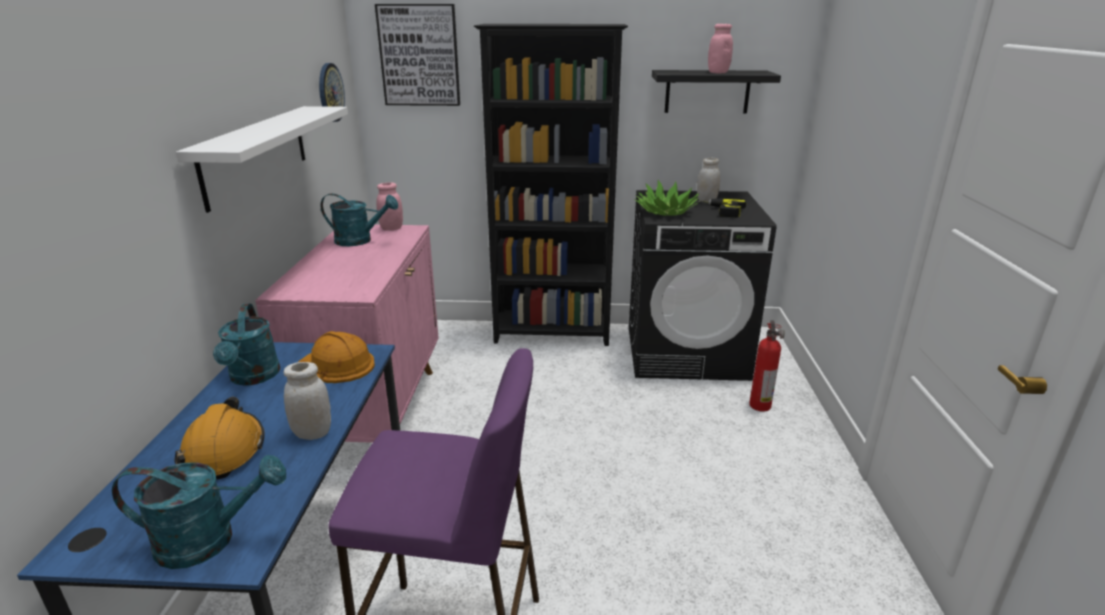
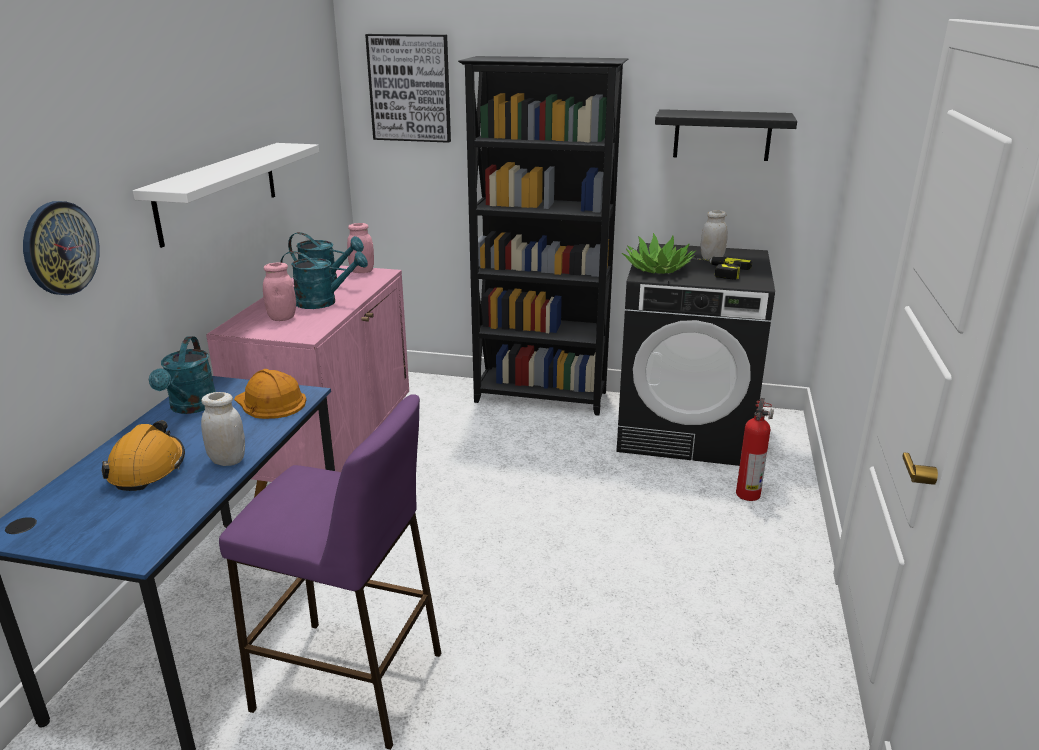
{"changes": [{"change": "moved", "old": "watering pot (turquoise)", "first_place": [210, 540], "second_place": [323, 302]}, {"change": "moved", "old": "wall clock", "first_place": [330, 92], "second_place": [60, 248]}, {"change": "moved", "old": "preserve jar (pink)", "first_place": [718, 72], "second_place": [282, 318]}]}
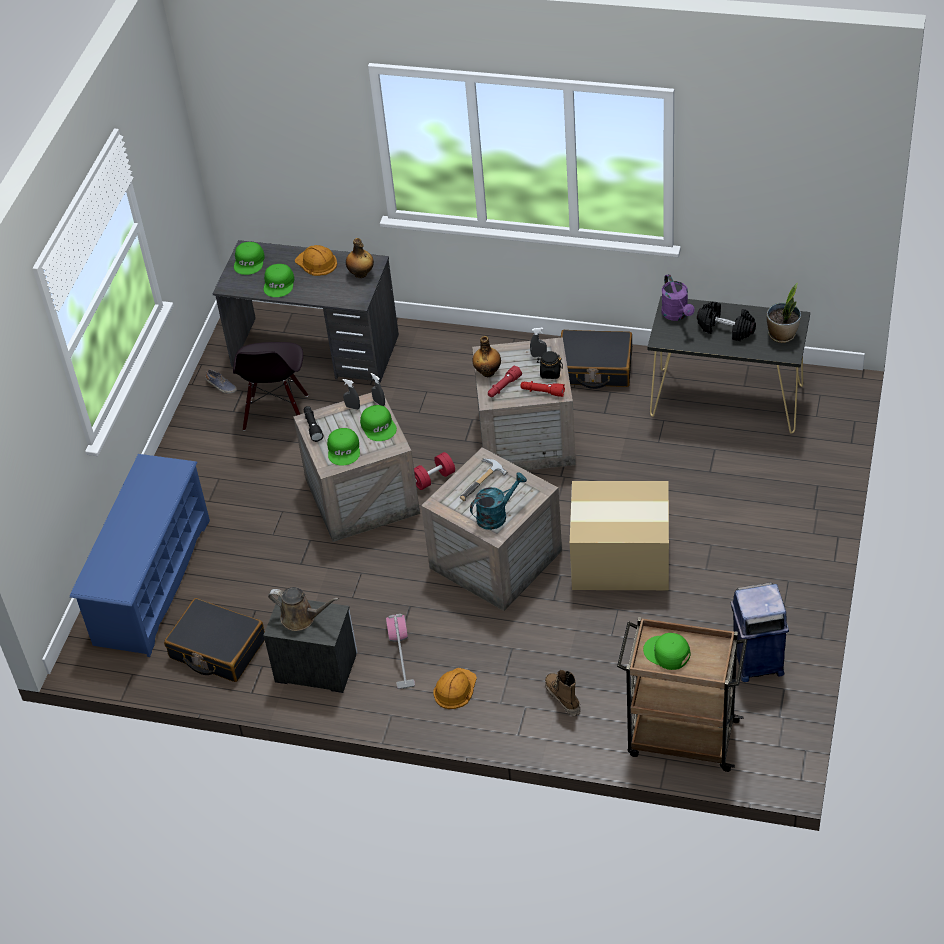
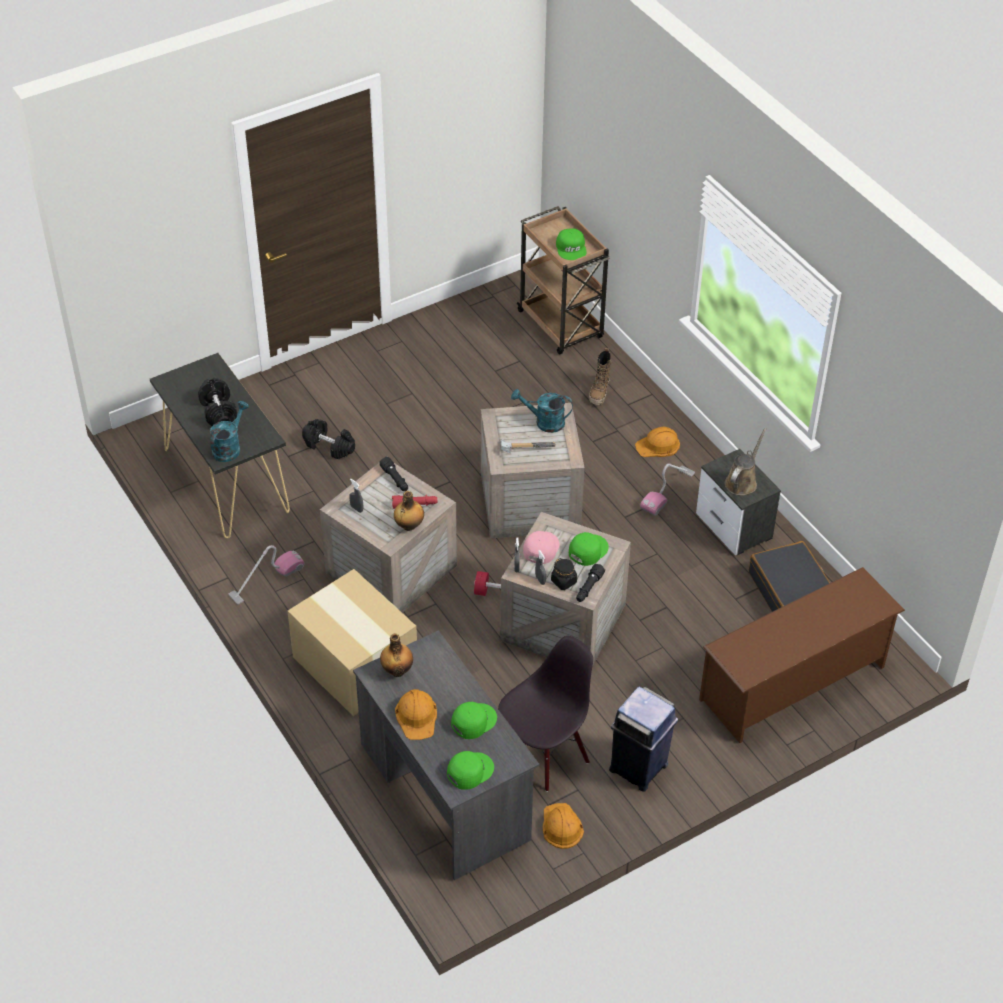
{"changes": [{"change": "recoloured", "old": "shoe shelf (bluish)", "new": "shoe shelf (brownish)", "first_place": [152, 582], "second_place": [793, 683]}, {"change": "replaced", "old": "low shoe", "new": "hard hat (orange-coloured)", "first_place": [221, 386], "second_place": [561, 826]}, {"change": "turned", "old": "watering pot (brownish)", "first_place": [301, 618], "second_place": [742, 481], "degrees": 60}, {"change": "recoloured", "old": "peaked cap (green)", "new": "peaked cap (pink)", "first_place": [379, 426], "second_place": [540, 548]}, {"change": "recoloured", "old": "torch (red-coloured)", "new": "torch (black-coloured)", "first_place": [542, 392], "second_place": [395, 479]}, {"change": "moved", "old": "preserve jar (black-coloured)", "first_place": [550, 373], "second_place": [564, 581]}, {"change": "replaced", "old": "suitcase (black-coloured)", "new": "vacuum cleaner", "first_place": [595, 368], "second_place": [266, 580]}, {"change": "moved", "old": "carton", "first_place": [622, 559], "second_place": [355, 663]}, {"change": "recoloured", "old": "watering pot (purple)", "new": "watering pot (turquoise)", "first_place": [677, 315], "second_place": [229, 447]}, {"change": "moved", "old": "waste bin (bluish)", "first_place": [757, 662], "second_place": [639, 768]}, {"change": "removed", "old": "houseplant", "first_place": [782, 335]}, {"change": "added", "new": "dumbbell (black-coloured)", "second_place": [329, 446]}]}
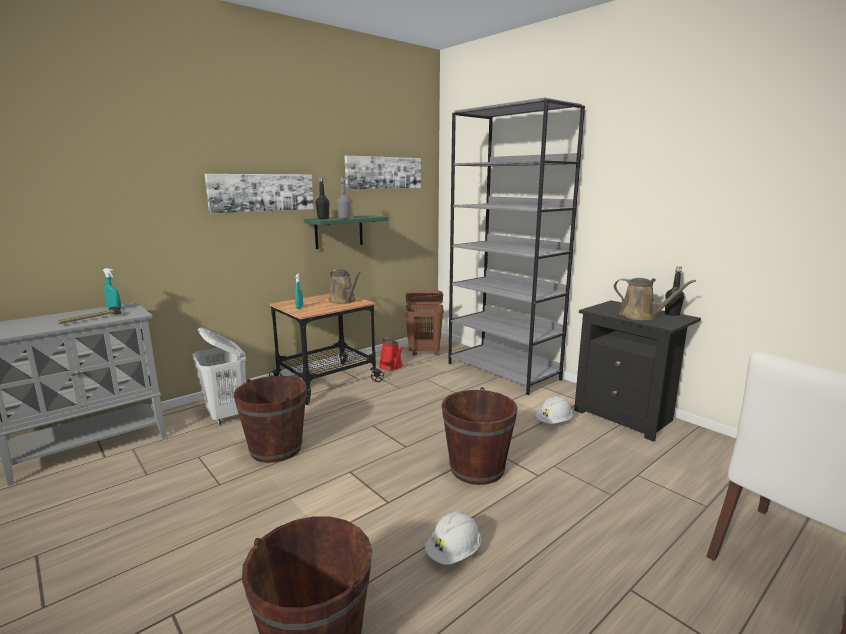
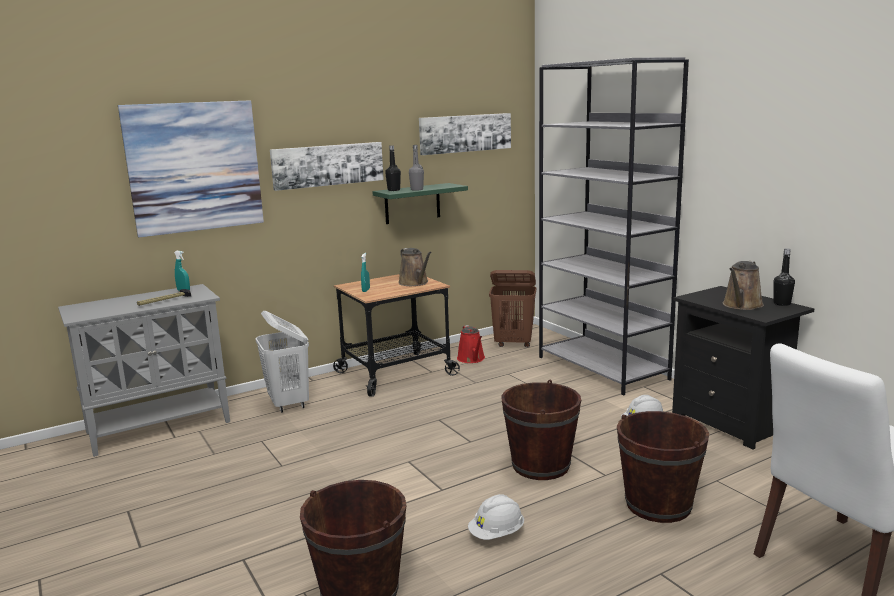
{"changes": [{"change": "moved", "old": "bucket (brownish)", "first_place": [276, 449], "second_place": [658, 505]}, {"change": "turned", "old": "watering pot (brownish)", "first_place": [641, 316], "second_place": [741, 305], "degrees": 75}, {"change": "added", "new": "wall picture", "second_place": [194, 167]}]}
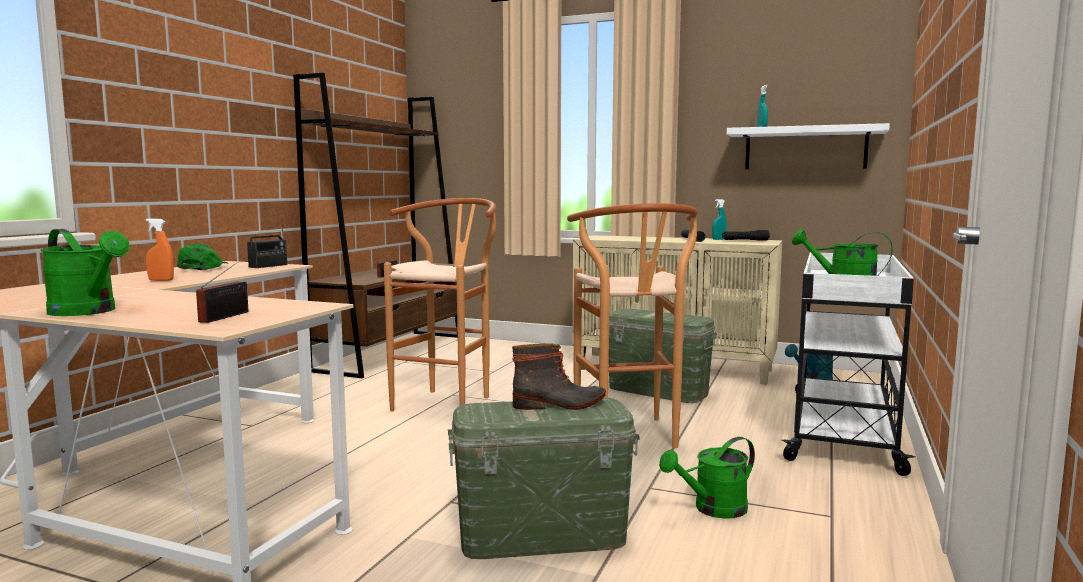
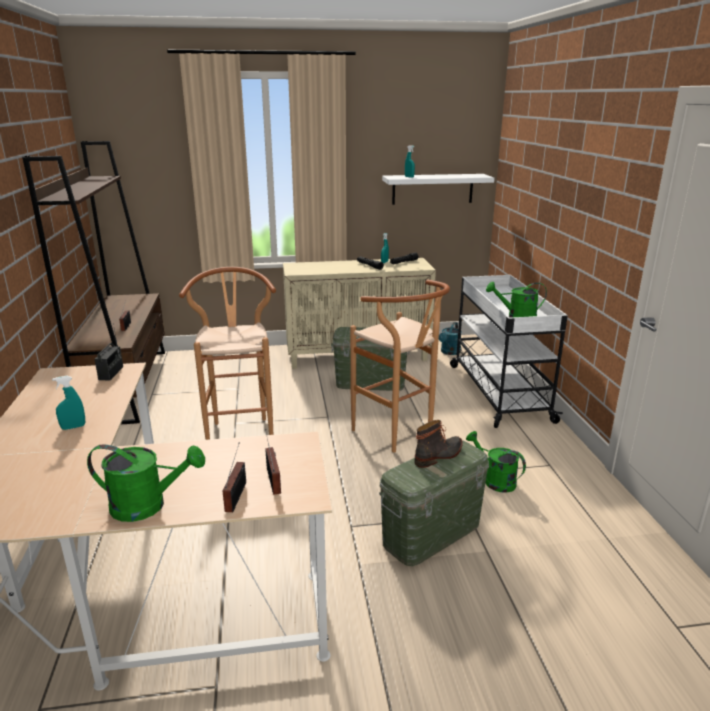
{"changes": [{"change": "recoloured", "old": "hand sprayer (orange-coloured)", "new": "hand sprayer (turquoise)", "first_place": [161, 280], "second_place": [73, 427]}, {"change": "removed", "old": "peaked cap (green)", "first_place": [203, 268]}, {"change": "turned", "old": "watering pot (green)", "first_place": [713, 509], "second_place": [494, 480], "degrees": 105}, {"change": "added", "new": "radio set", "second_place": [237, 495]}]}
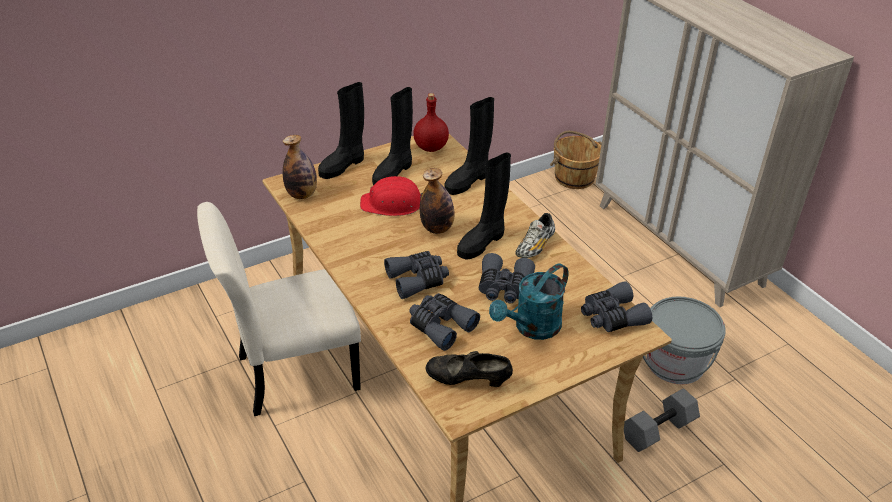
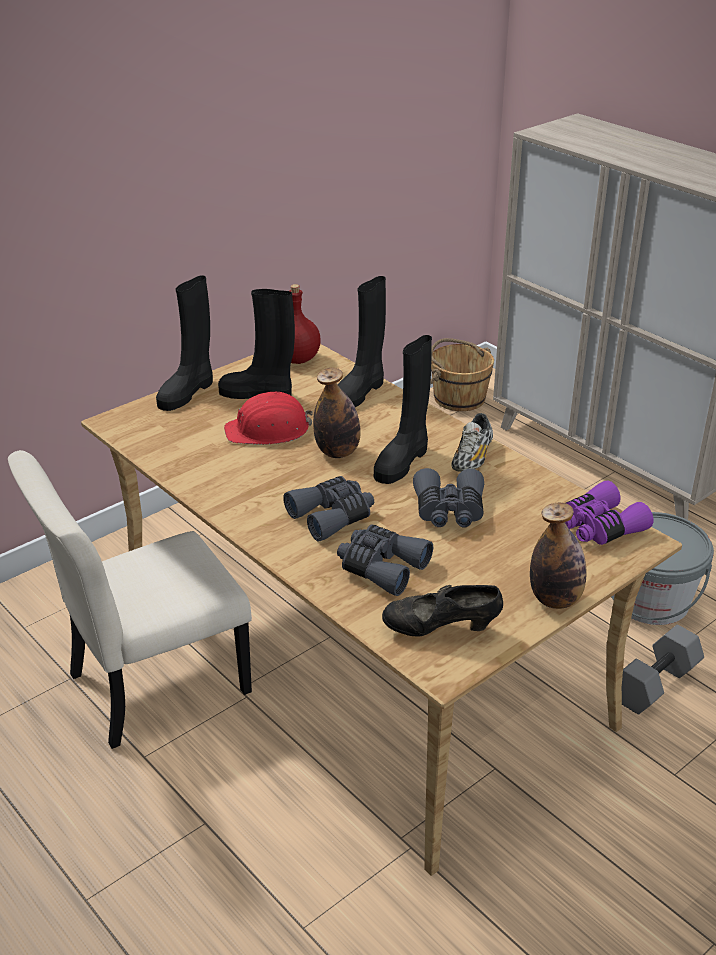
{"changes": [{"change": "moved", "old": "bottle", "first_place": [302, 194], "second_place": [555, 599]}, {"change": "turned", "old": "boot (black-coloured)", "first_place": [393, 172], "second_place": [258, 393], "degrees": 75}, {"change": "removed", "old": "watering pot (turquoise)", "first_place": [531, 328]}, {"change": "recoloured", "old": "pair of binoculars (greyish)", "new": "pair of binoculars (purple)", "first_place": [612, 316], "second_place": [598, 527]}]}
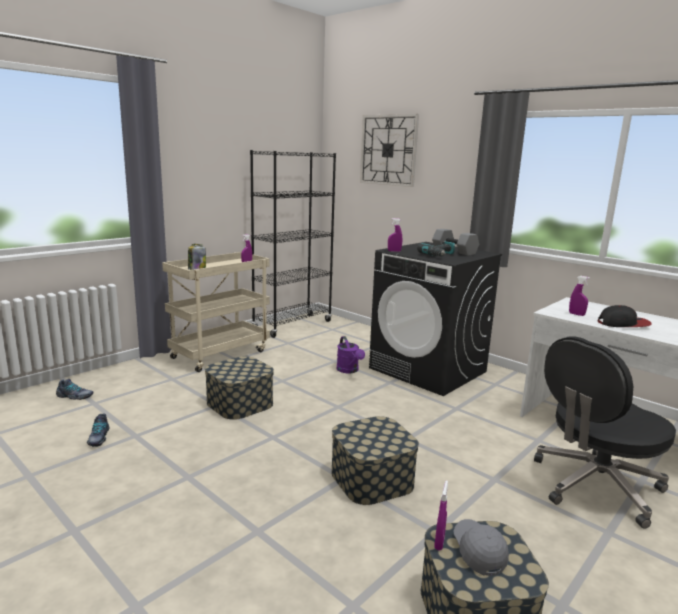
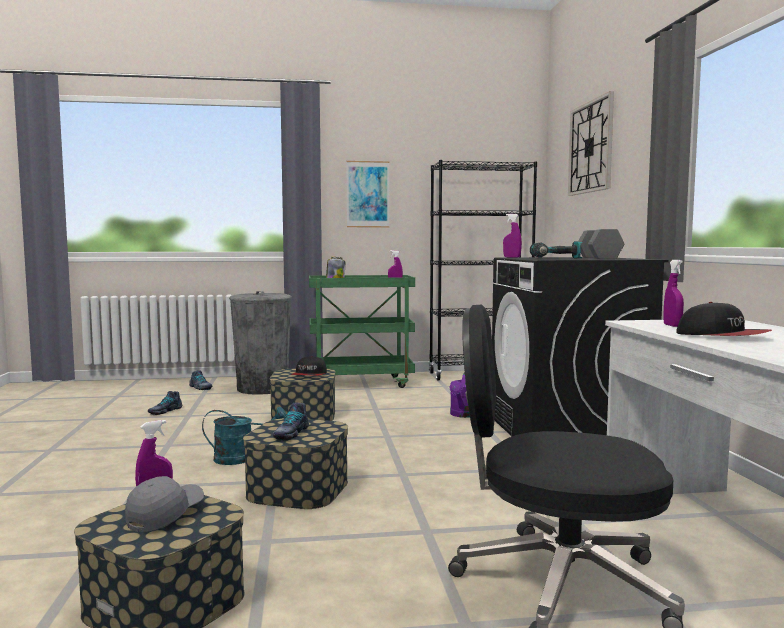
{"changes": [{"change": "recoloured", "old": "trolley (beige-coloured)", "new": "trolley (green)", "first_place": [220, 354], "second_place": [361, 383]}, {"change": "added", "new": "watering pot (turquoise)", "second_place": [241, 458]}, {"change": "added", "new": "waste bin (greyish)", "second_place": [263, 388]}, {"change": "added", "new": "low shoe", "second_place": [290, 433]}, {"change": "added", "new": "peaked cap", "second_place": [310, 375]}, {"change": "added", "new": "wall picture", "second_place": [368, 194]}]}
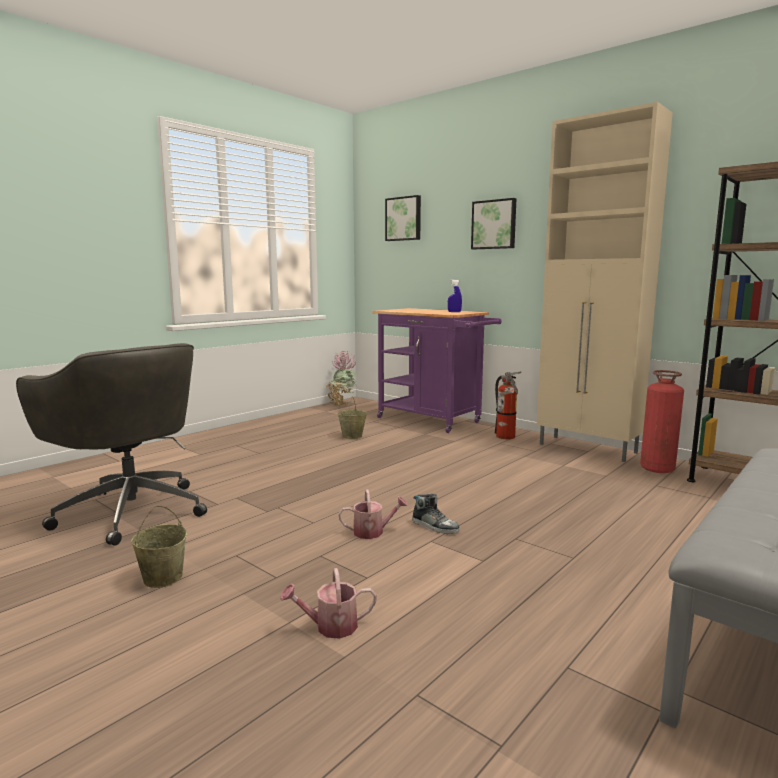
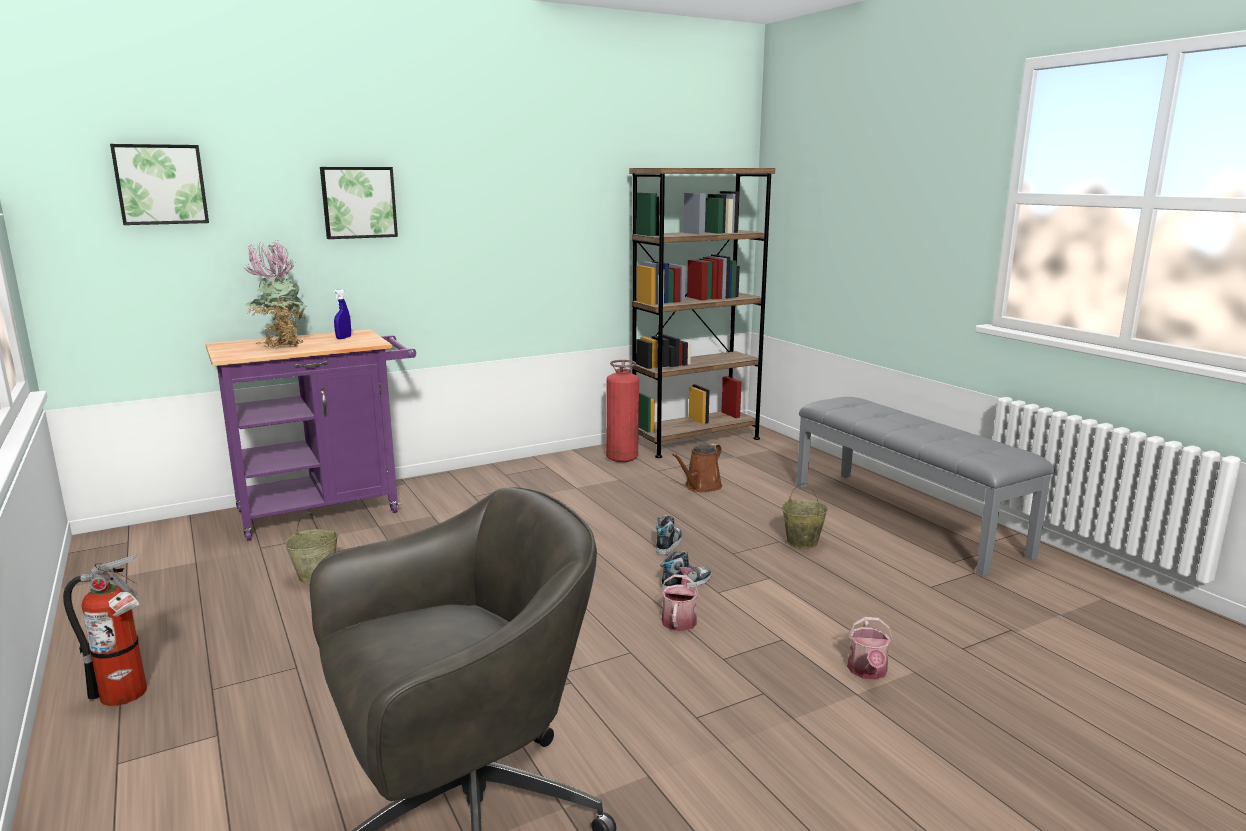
{"changes": [{"change": "moved", "old": "bucket (beige-coloured)", "first_place": [162, 577], "second_place": [801, 542]}, {"change": "moved", "old": "houseplant", "first_place": [341, 404], "second_place": [281, 345]}, {"change": "moved", "old": "fire-fighting cylinder", "first_place": [506, 437], "second_place": [128, 695]}, {"change": "removed", "old": "storage cabinet (beige-coloured)", "first_place": [588, 449]}, {"change": "added", "new": "low shoe", "second_place": [668, 544]}, {"change": "added", "new": "watering pot (brownish)", "second_place": [701, 487]}]}
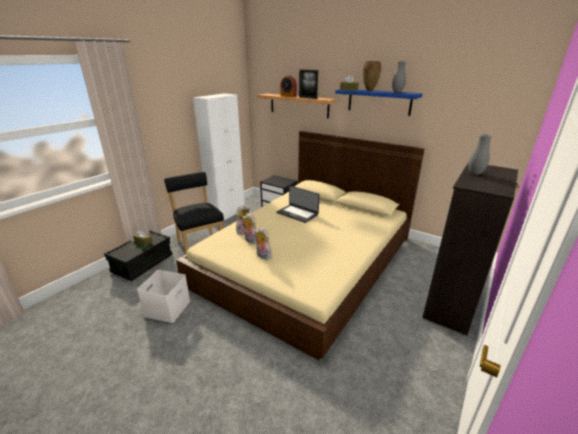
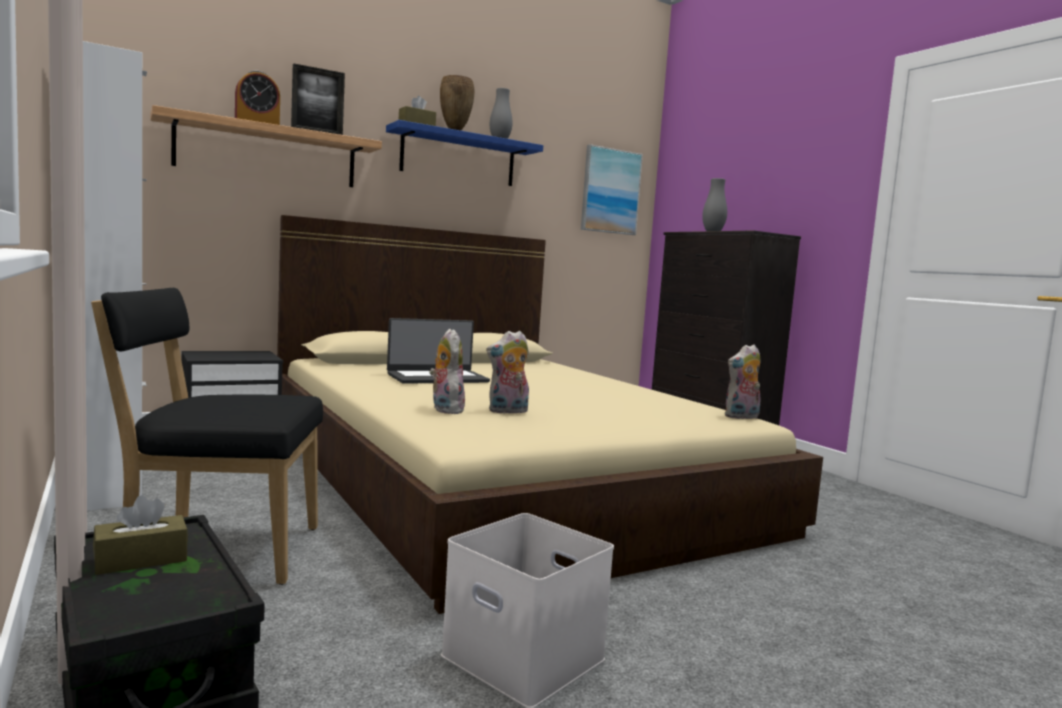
{"changes": [{"change": "moved", "old": "plush toy", "first_place": [262, 256], "second_place": [742, 417]}, {"change": "added", "new": "wall picture", "second_place": [610, 191]}]}
